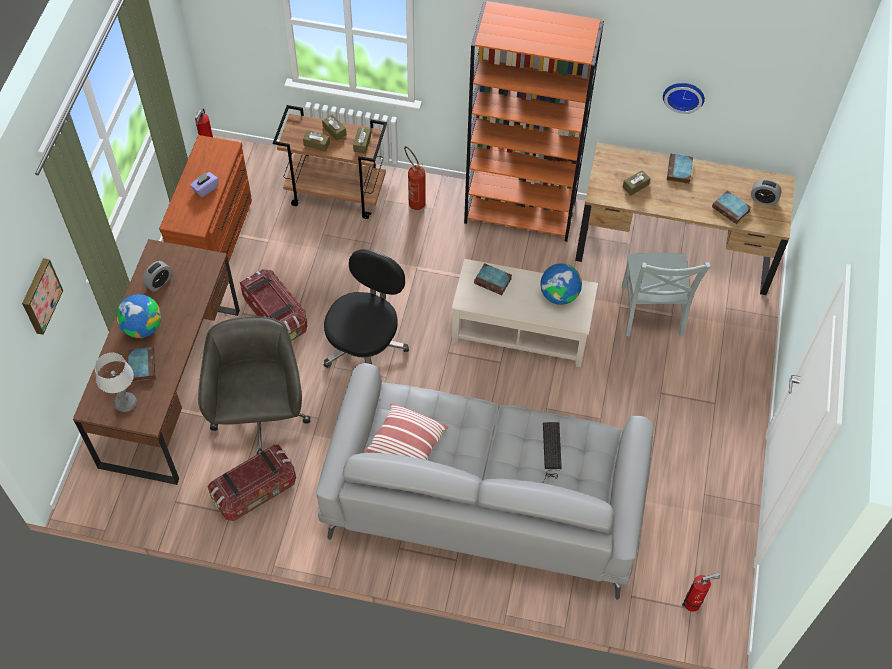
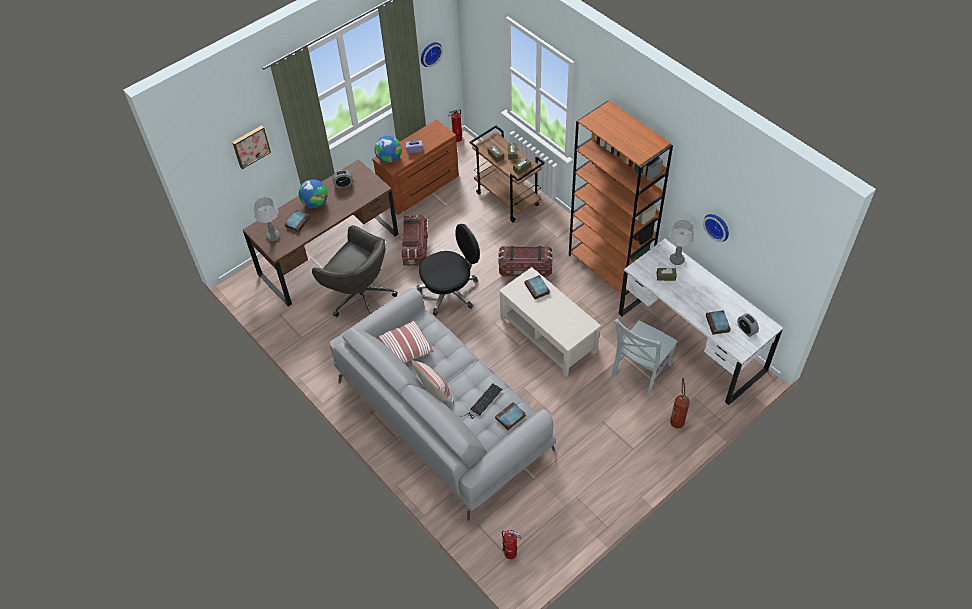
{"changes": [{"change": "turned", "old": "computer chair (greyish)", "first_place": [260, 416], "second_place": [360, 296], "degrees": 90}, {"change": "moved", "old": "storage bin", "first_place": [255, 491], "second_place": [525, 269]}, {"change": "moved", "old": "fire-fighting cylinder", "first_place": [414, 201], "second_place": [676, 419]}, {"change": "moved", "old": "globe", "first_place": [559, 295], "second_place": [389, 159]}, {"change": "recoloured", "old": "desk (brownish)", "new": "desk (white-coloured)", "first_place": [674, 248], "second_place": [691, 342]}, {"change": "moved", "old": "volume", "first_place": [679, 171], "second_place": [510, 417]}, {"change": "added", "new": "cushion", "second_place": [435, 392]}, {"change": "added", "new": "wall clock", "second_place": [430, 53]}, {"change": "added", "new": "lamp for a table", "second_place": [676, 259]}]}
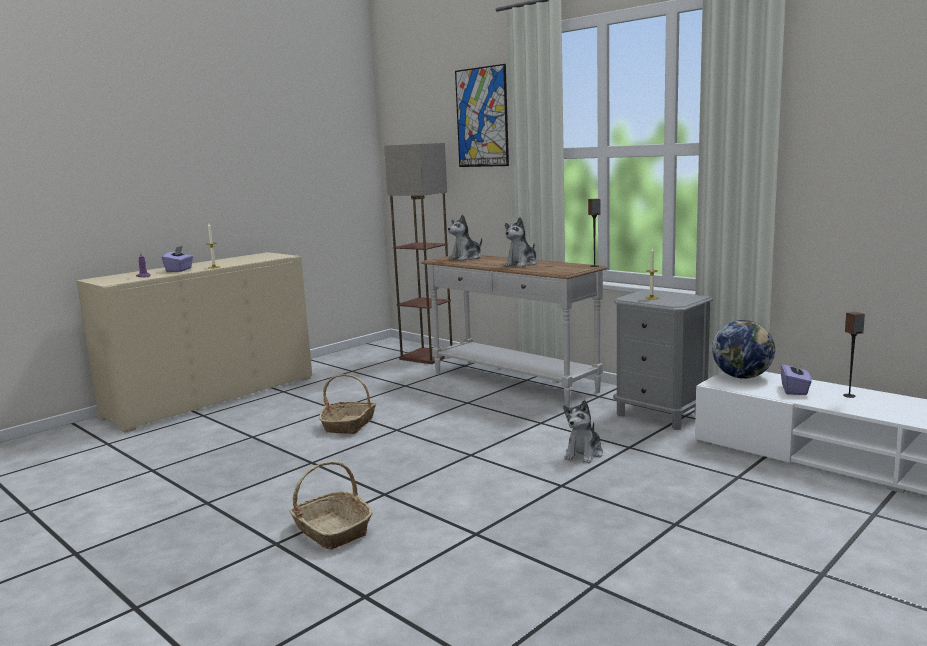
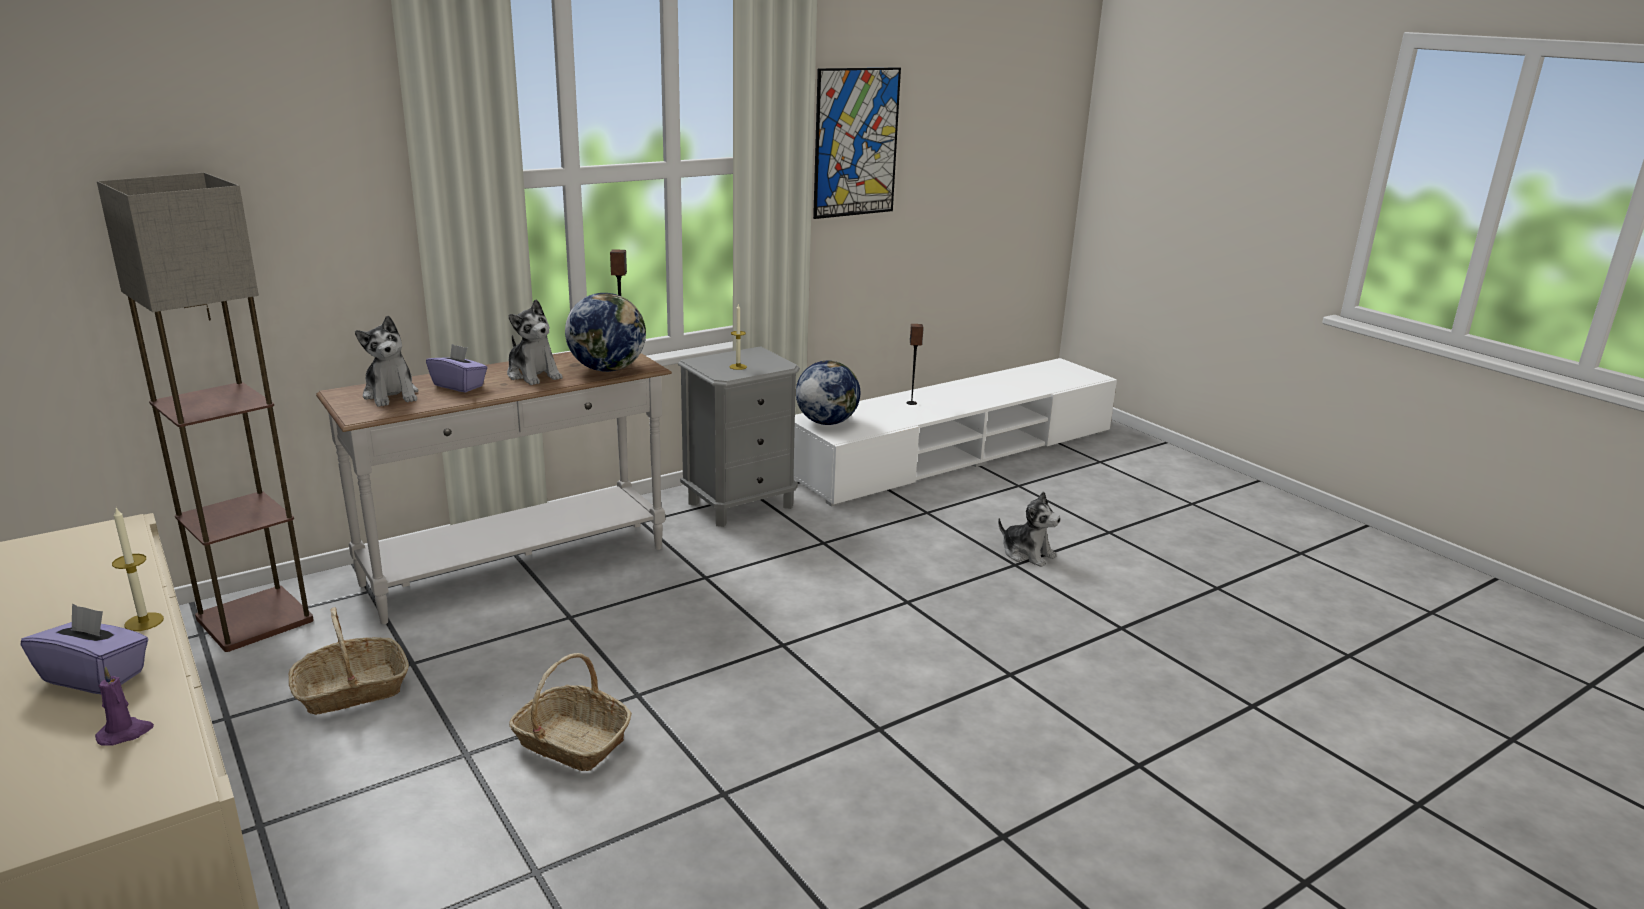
{"changes": [{"change": "moved", "old": "household basket", "first_place": [331, 530], "second_place": [351, 690]}, {"change": "moved", "old": "wall picture", "first_place": [482, 117], "second_place": [856, 143]}, {"change": "moved", "old": "plush toy", "first_place": [584, 454], "second_place": [1027, 554]}, {"change": "moved", "old": "tissue box (purple)", "first_place": [795, 390], "second_place": [459, 386]}, {"change": "added", "new": "globe", "second_place": [607, 369]}]}
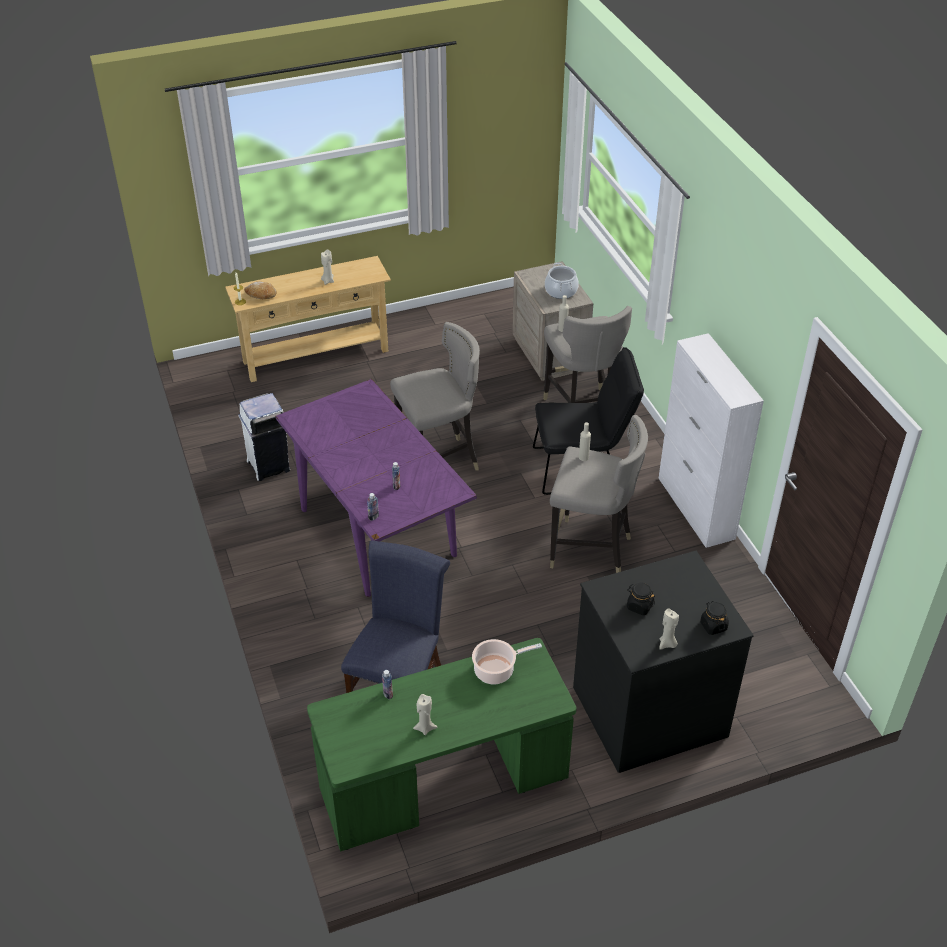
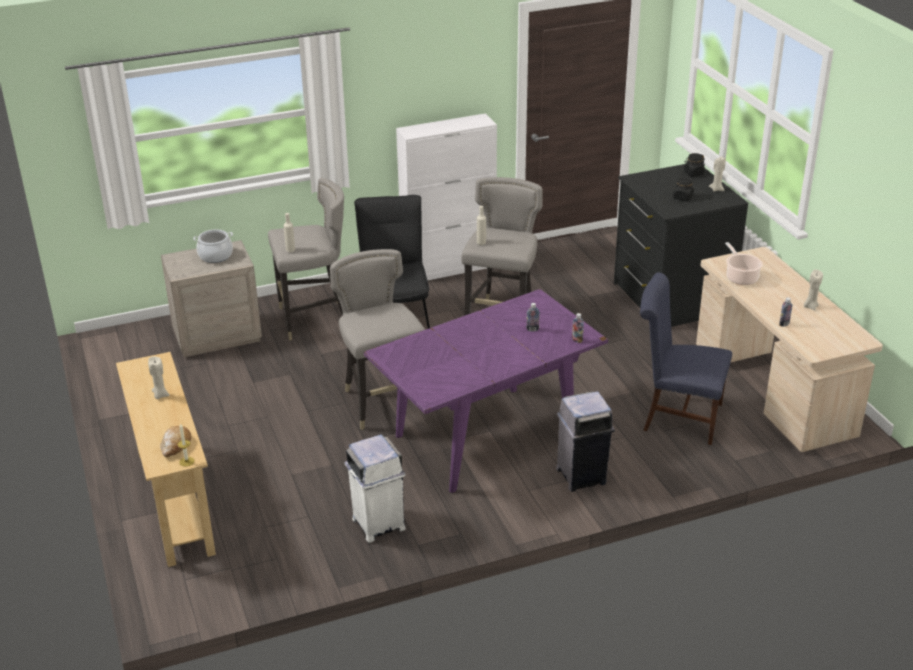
{"changes": [{"change": "recoloured", "old": "desk (green)", "new": "desk (beige-coloured)", "first_place": [444, 785], "second_place": [773, 390]}, {"change": "added", "new": "waste bin (greyish)", "second_place": [582, 476]}]}
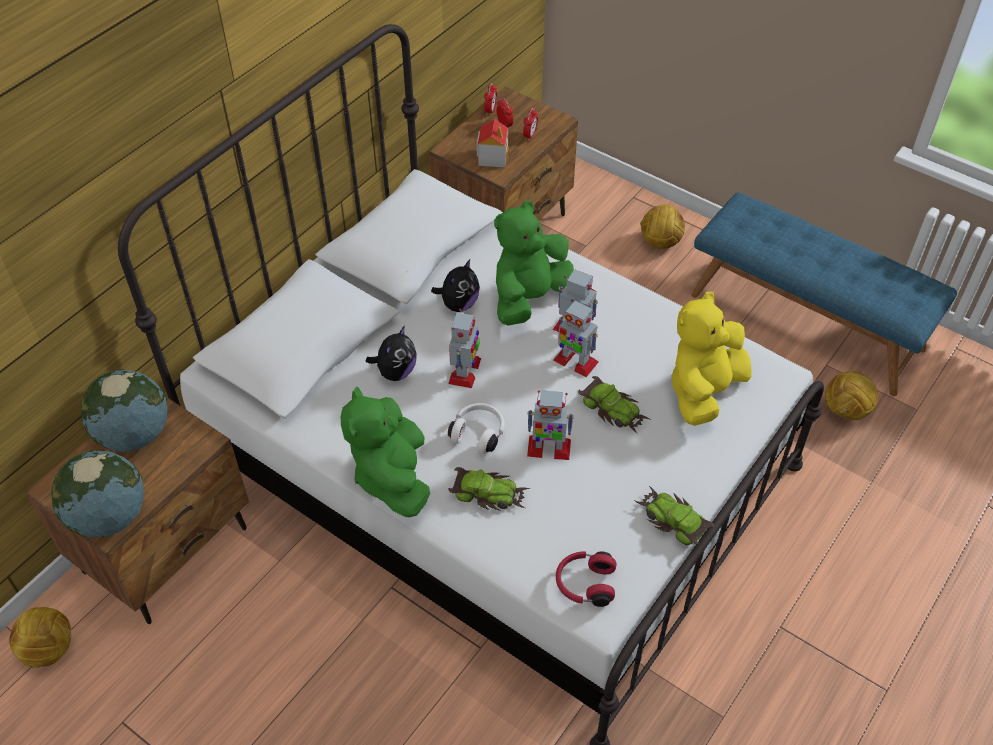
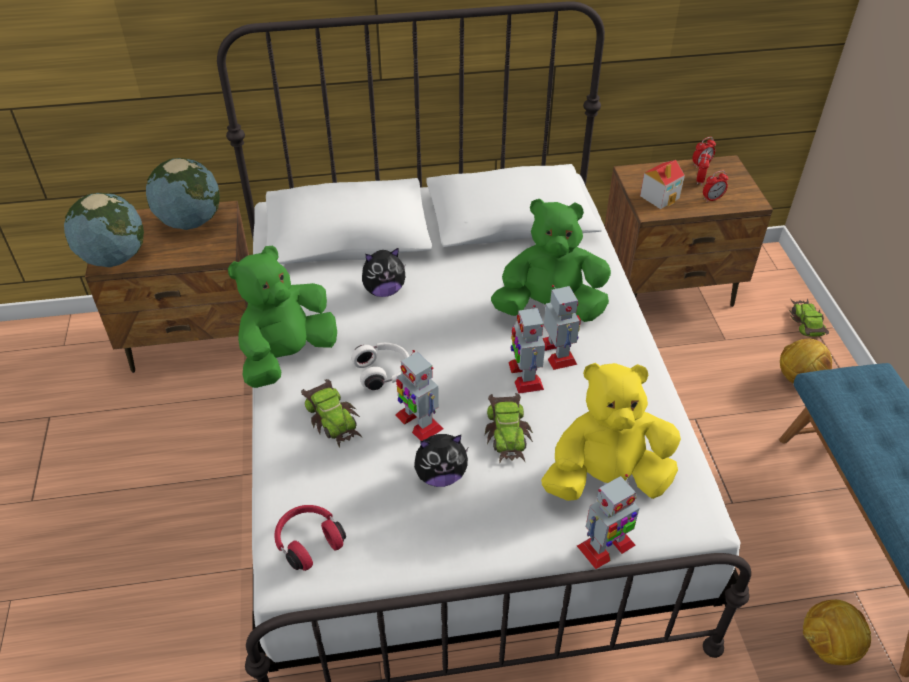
{"changes": [{"change": "removed", "old": "football", "first_place": [49, 649]}, {"change": "moved", "old": "plush toy", "first_place": [458, 304], "second_place": [440, 475]}, {"change": "moved", "old": "robot figure", "first_place": [465, 371], "second_place": [605, 546]}, {"change": "moved", "old": "miniature car", "first_place": [672, 520], "second_place": [806, 321]}]}
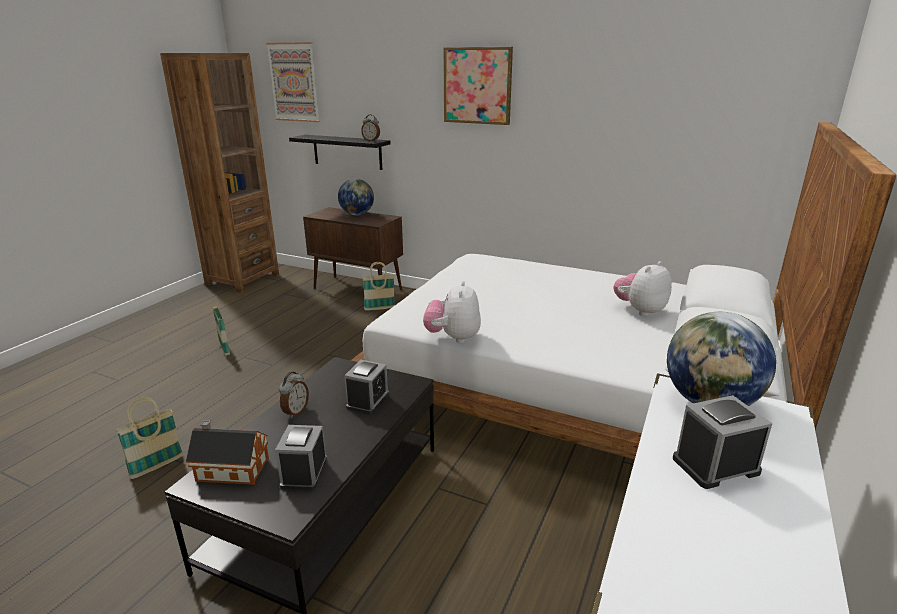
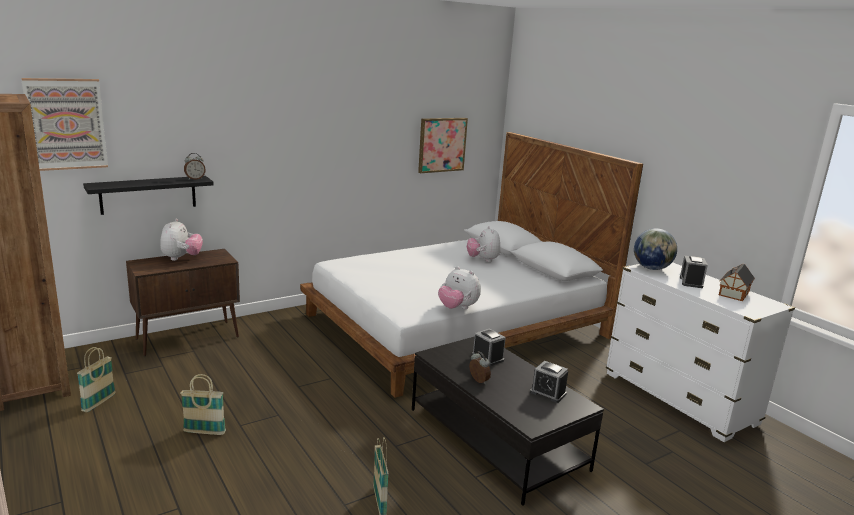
{"changes": [{"change": "moved", "old": "model house", "first_place": [230, 469], "second_place": [733, 293]}, {"change": "replaced", "old": "globe", "new": "plush toy", "first_place": [357, 214], "second_place": [181, 258]}, {"change": "moved", "old": "household basket", "first_place": [380, 308], "second_place": [99, 403]}, {"change": "moved", "old": "wall picture", "first_place": [477, 85], "second_place": [442, 144]}]}
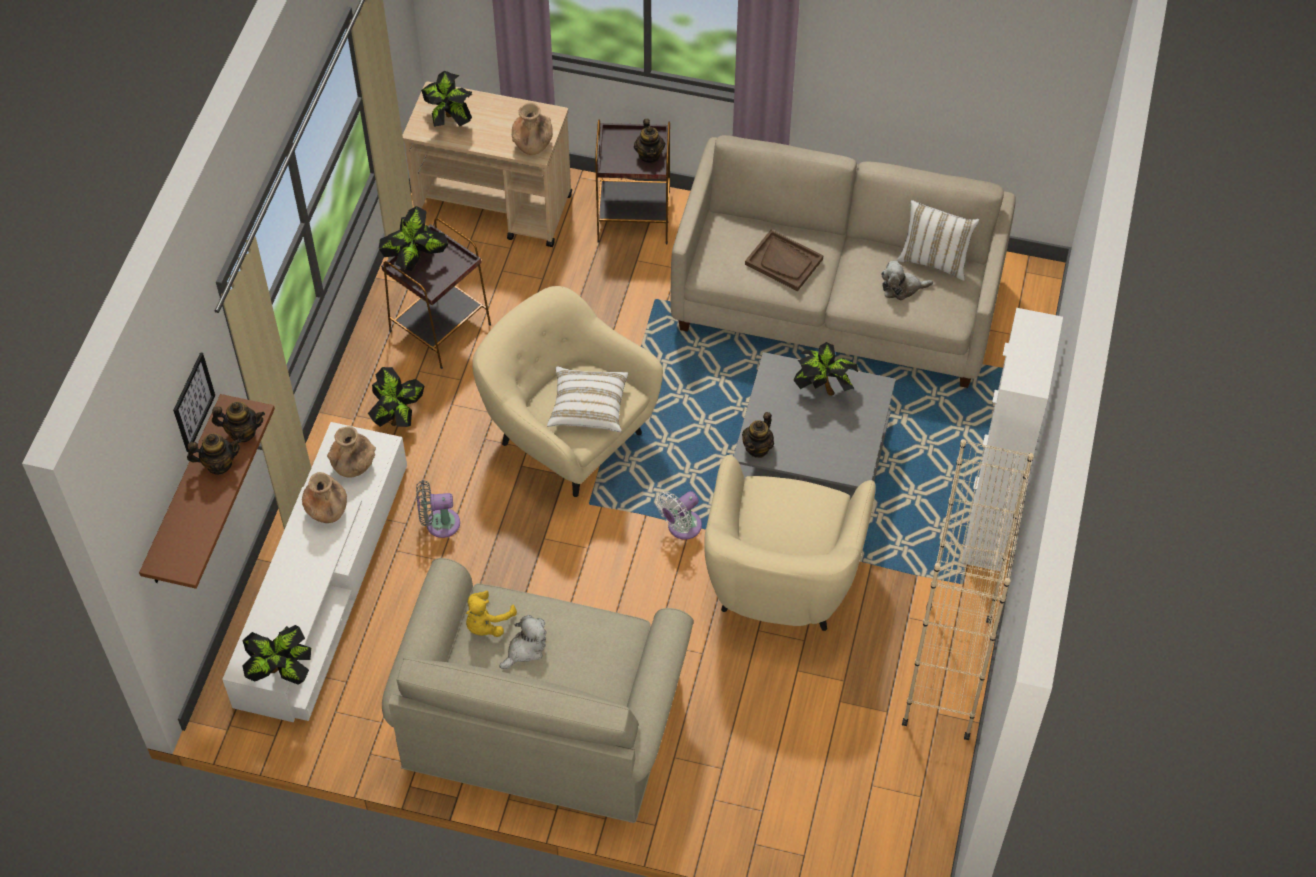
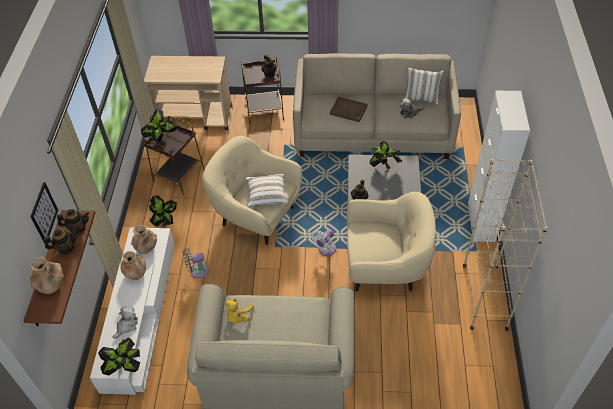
{"changes": [{"change": "removed", "old": "houseplant", "first_place": [449, 120]}, {"change": "moved", "old": "plush toy", "first_place": [525, 649], "second_place": [127, 325]}, {"change": "moved", "old": "flower vase (brownish)", "first_place": [532, 145], "second_place": [51, 285]}, {"change": "turned", "old": "lounge chair (beige-coloured)", "first_place": [781, 581], "second_place": [385, 267], "degrees": -90}]}
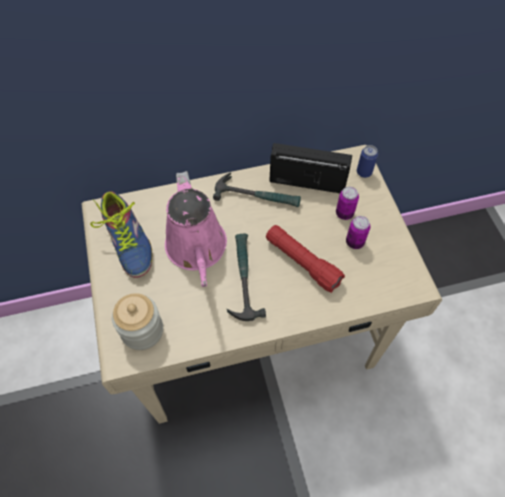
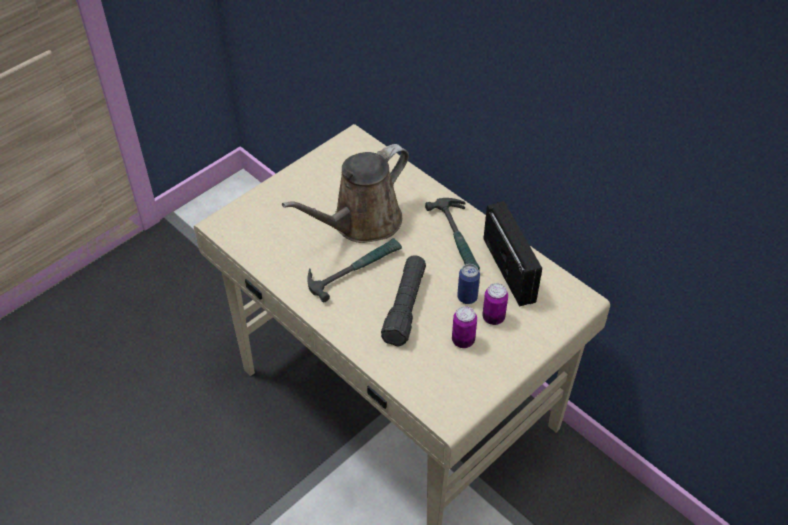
{"changes": [{"change": "removed", "old": "low shoe", "first_place": [128, 240]}, {"change": "removed", "old": "preserve jar", "first_place": [142, 330]}, {"change": "recoloured", "old": "watering pot (pink)", "new": "watering pot (brownish)", "first_place": [197, 249], "second_place": [361, 223]}, {"change": "recoloured", "old": "torch (red-coloured)", "new": "torch (black-coloured)", "first_place": [302, 262], "second_place": [405, 307]}, {"change": "moved", "old": "can", "first_place": [364, 172], "second_place": [467, 297]}]}
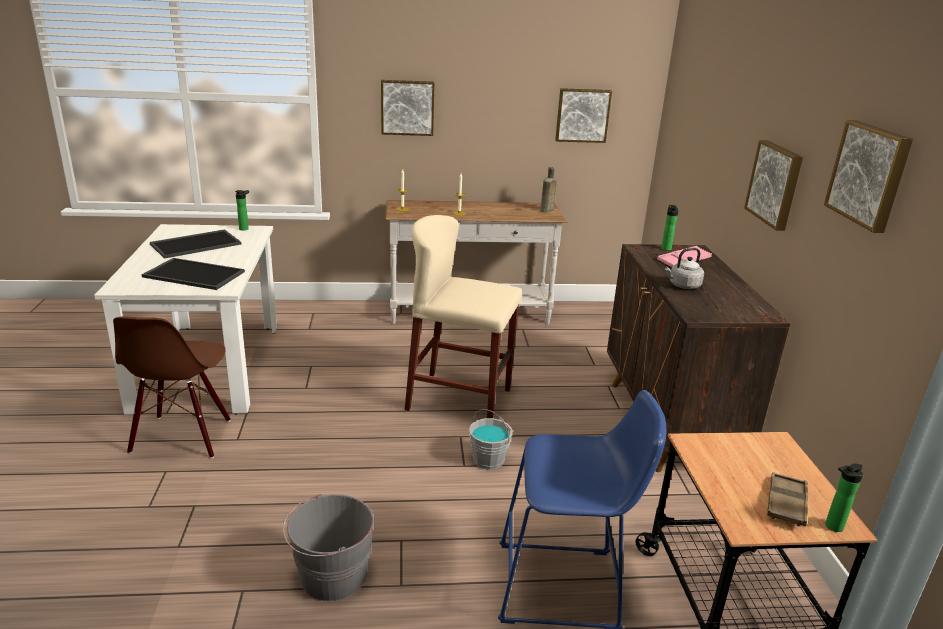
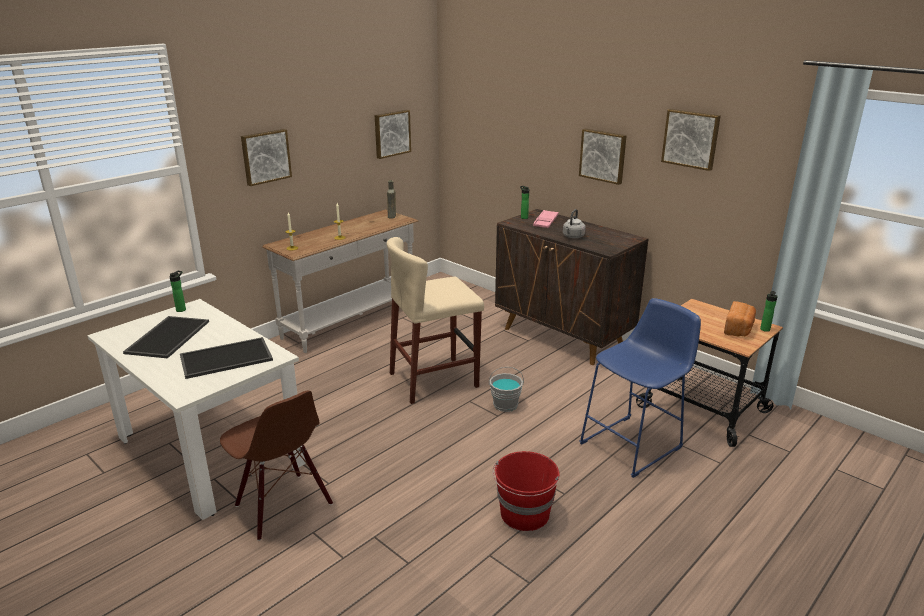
{"changes": [{"change": "recoloured", "old": "bucket (greyish)", "new": "bucket (red-coloured)", "first_place": [332, 577], "second_place": [524, 514]}, {"change": "replaced", "old": "serving tray (brownish)", "new": "bread", "first_place": [786, 503], "second_place": [738, 329]}]}
